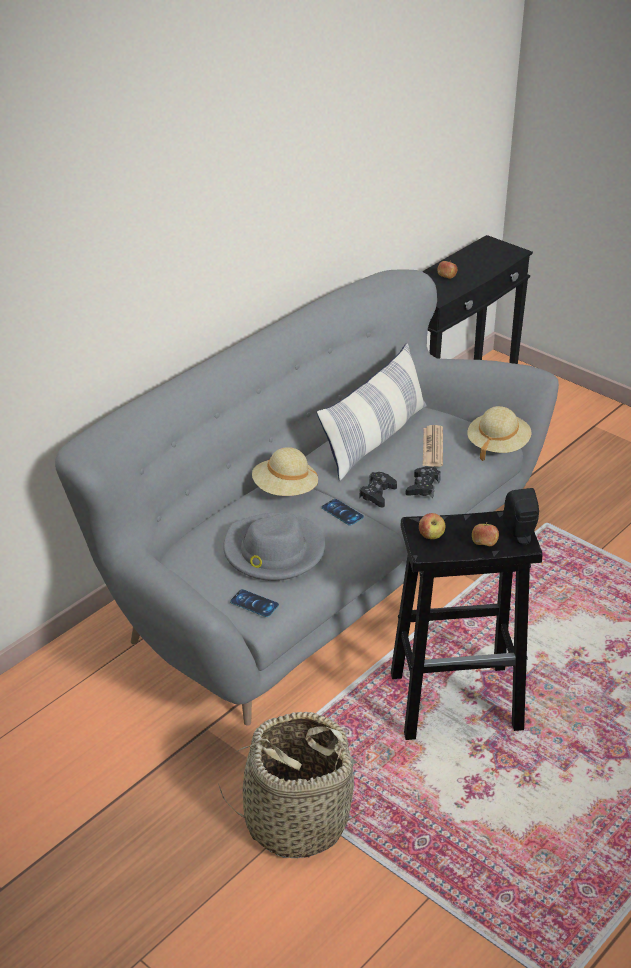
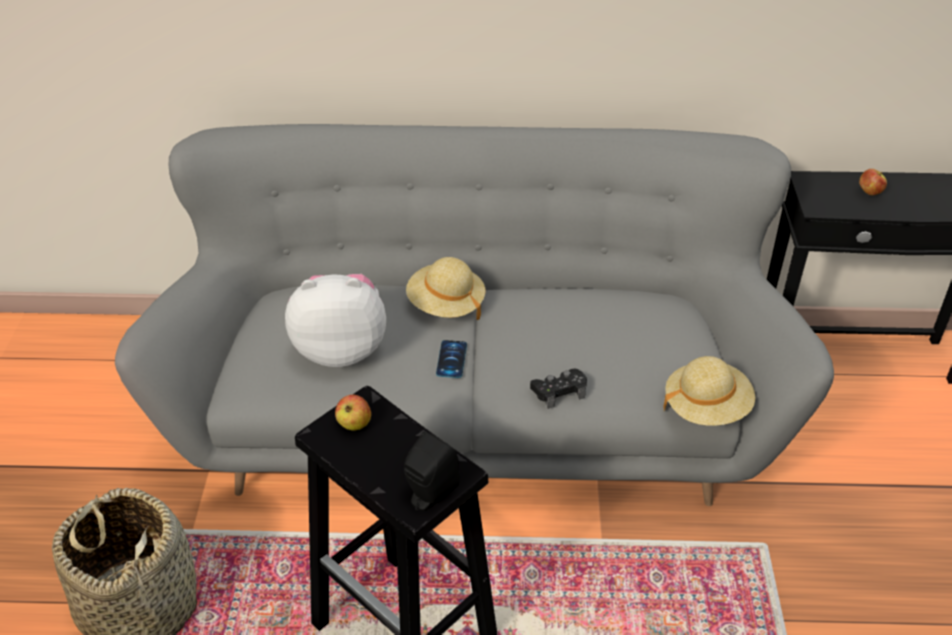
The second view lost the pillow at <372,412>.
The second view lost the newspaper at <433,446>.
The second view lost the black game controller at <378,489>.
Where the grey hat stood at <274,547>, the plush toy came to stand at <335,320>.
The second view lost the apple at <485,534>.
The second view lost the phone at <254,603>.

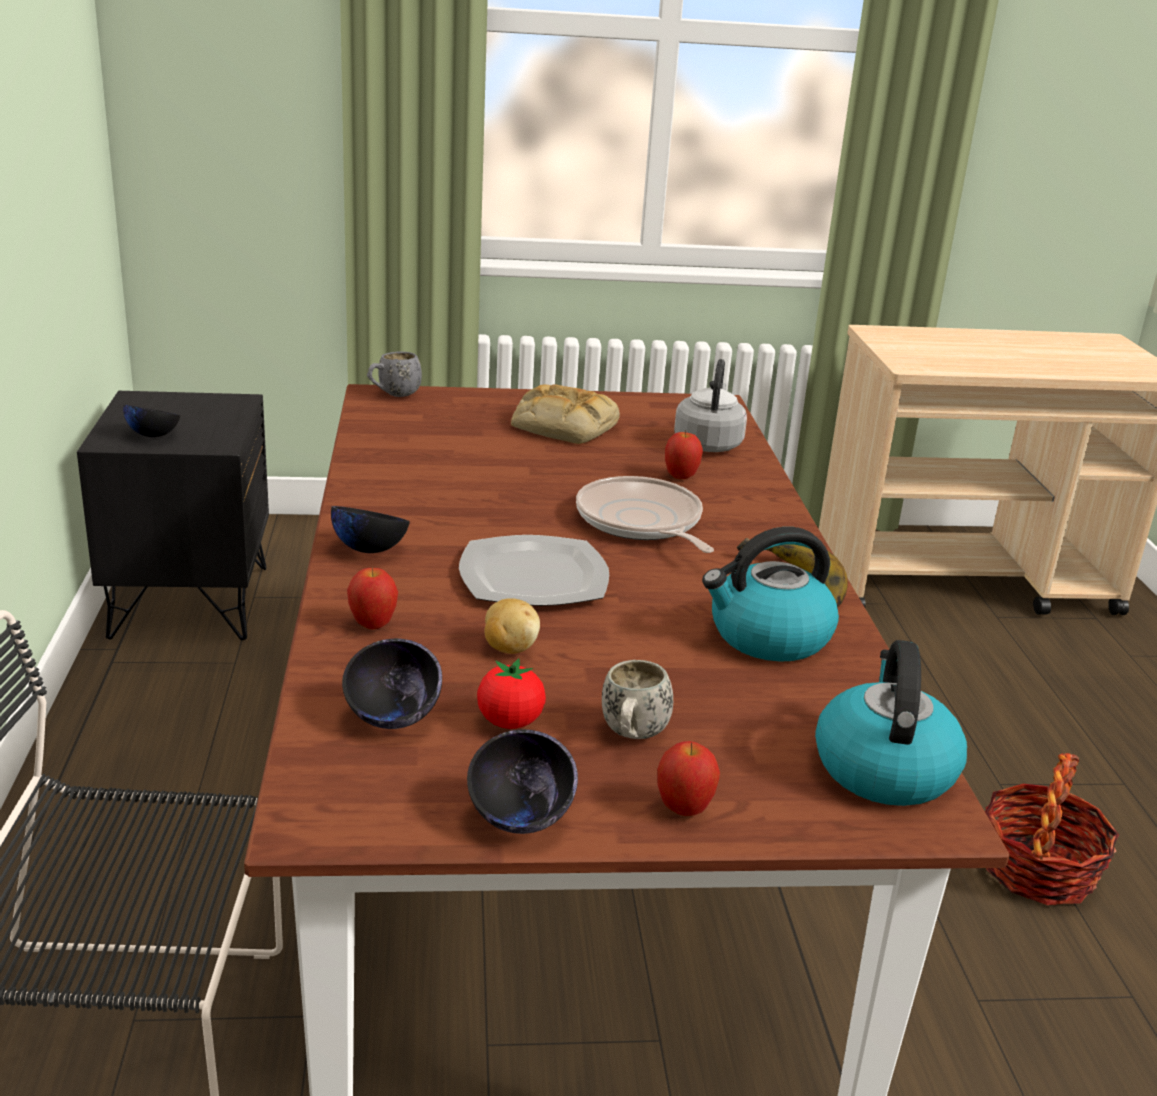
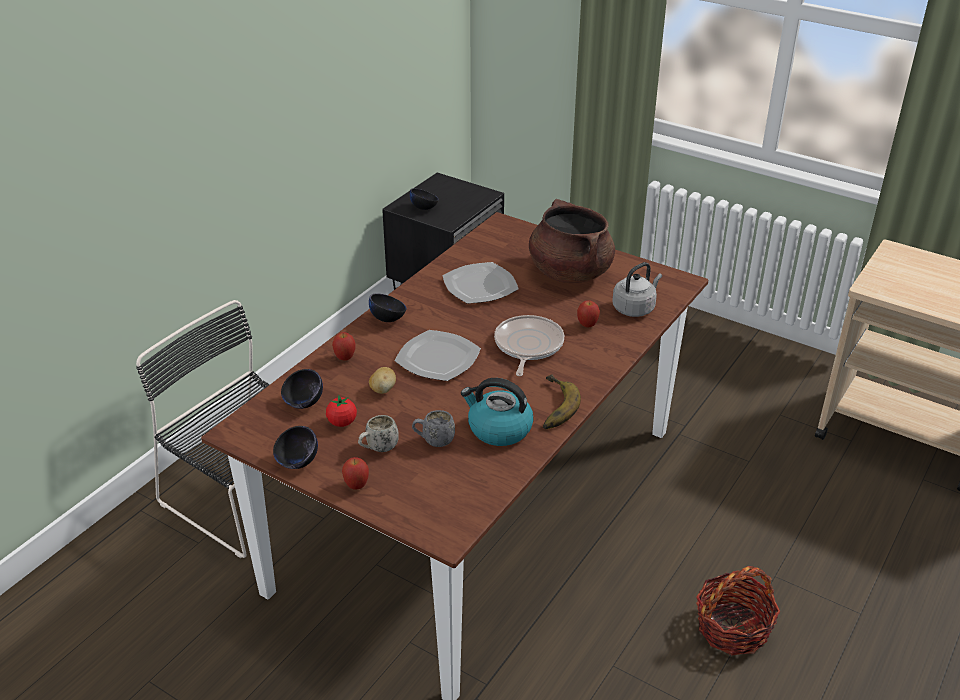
The grey mug ended up elsewhere, having gone from <394,374> to <433,428>.
Where the bread stood at <565,414>, the brown cooking pot came to stand at <572,241>.
The second view lost the kettle at <891,723>.
The second view gained the plate at <480,283>.

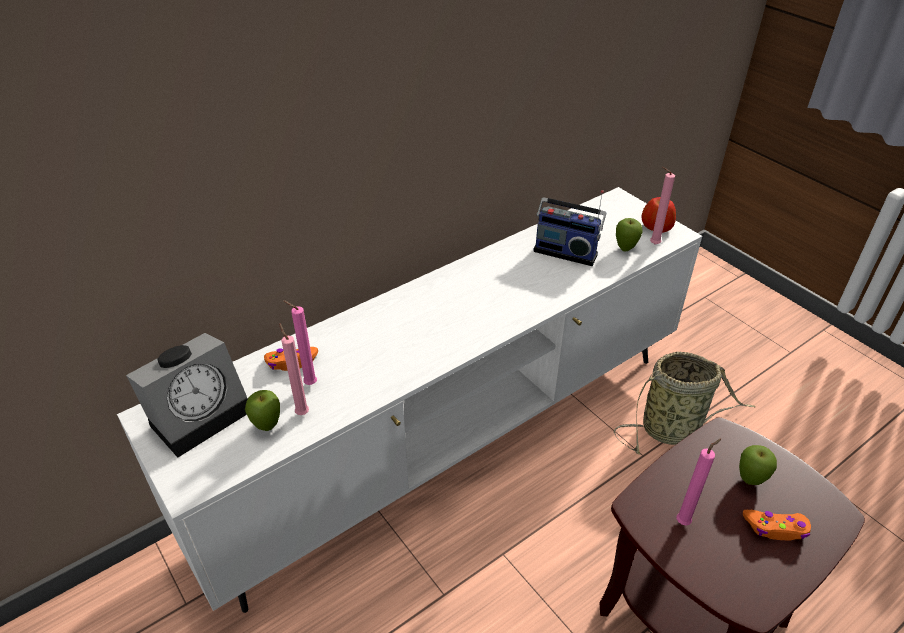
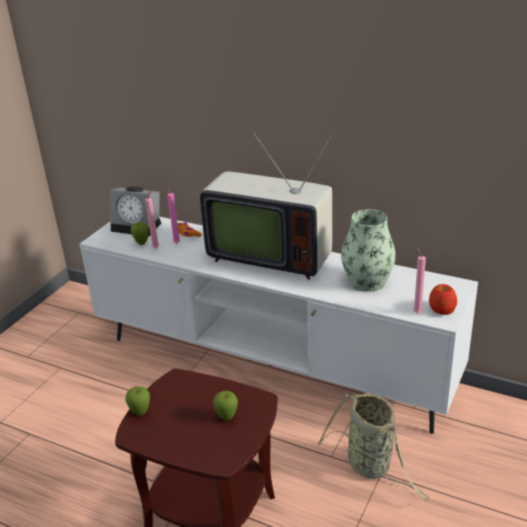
Where the radio stood at <569,228>, the vase came to stand at <368,250>.
The apple ended up elsewhere, having gone from <629,234> to <138,400>.
The second view lost the pink candle at <698,482>.
The second view lost the orange game controller at <777,525>.
The second view gained the television at <266,206>.

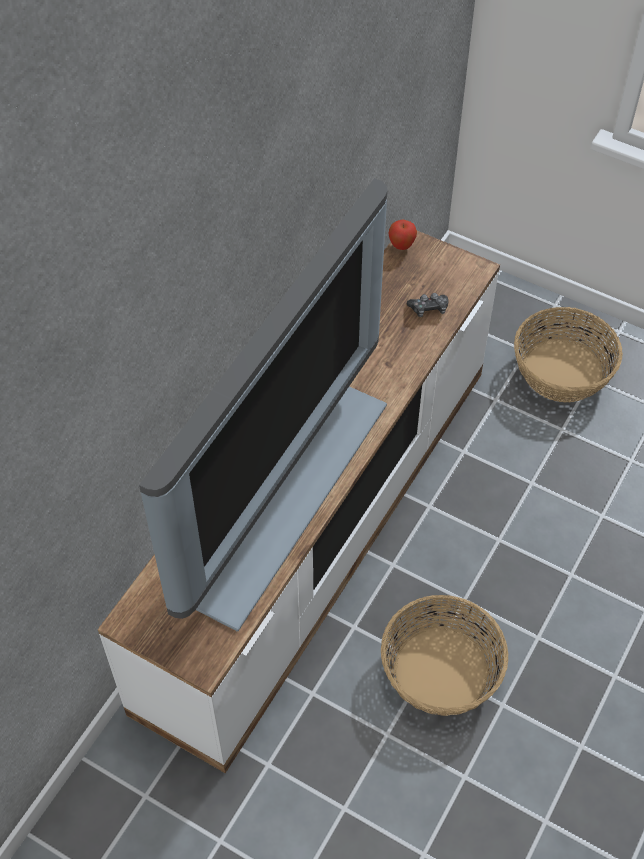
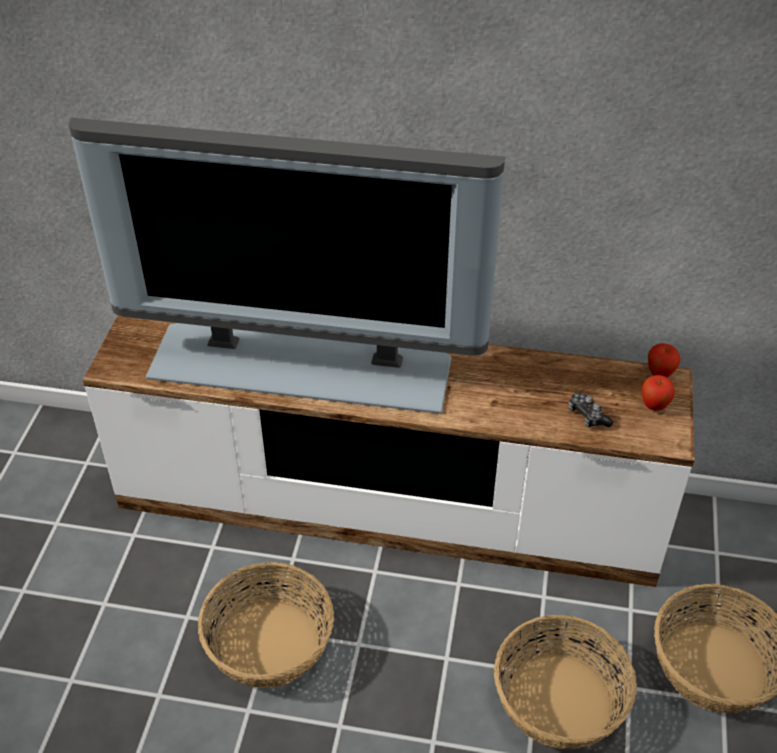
The second view gained the apple at <658,393>.
The second view gained the basket at <565,682>.

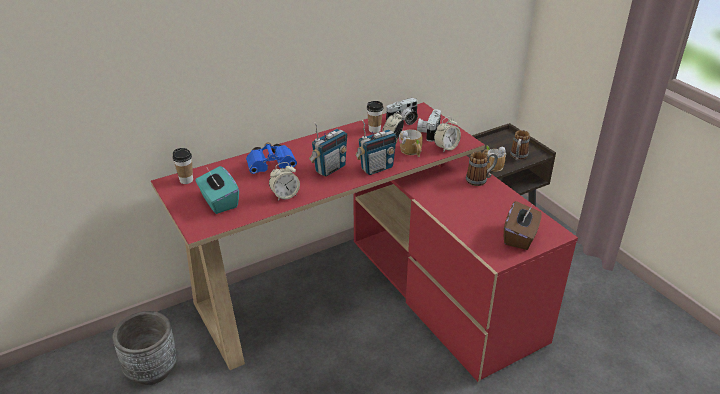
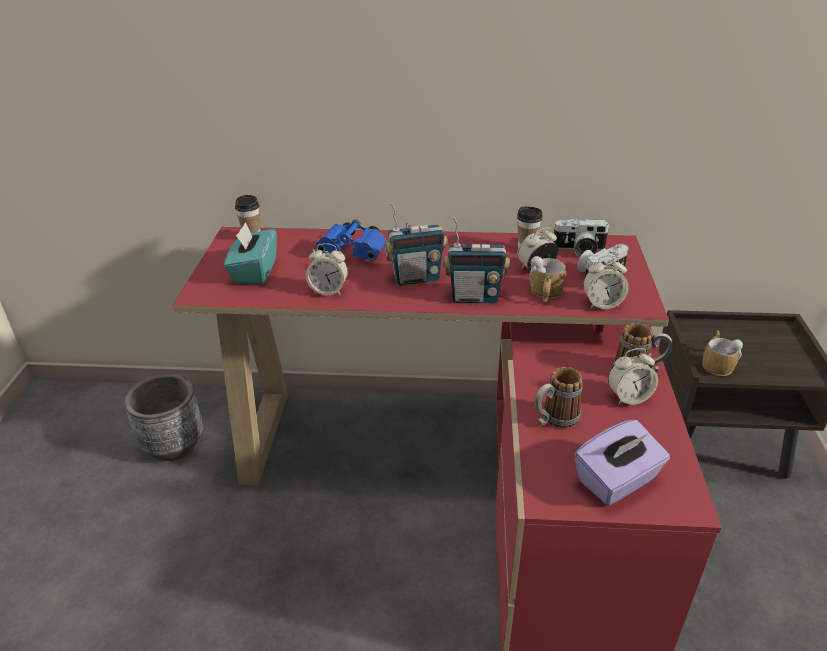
The mug ended up elsewhere, having gone from <520,145> to <559,397>.
What was the brown tissue box at <523,225> turned into the purple tissue box at <622,462>.
The second view gained the alarm clock at <633,376>.

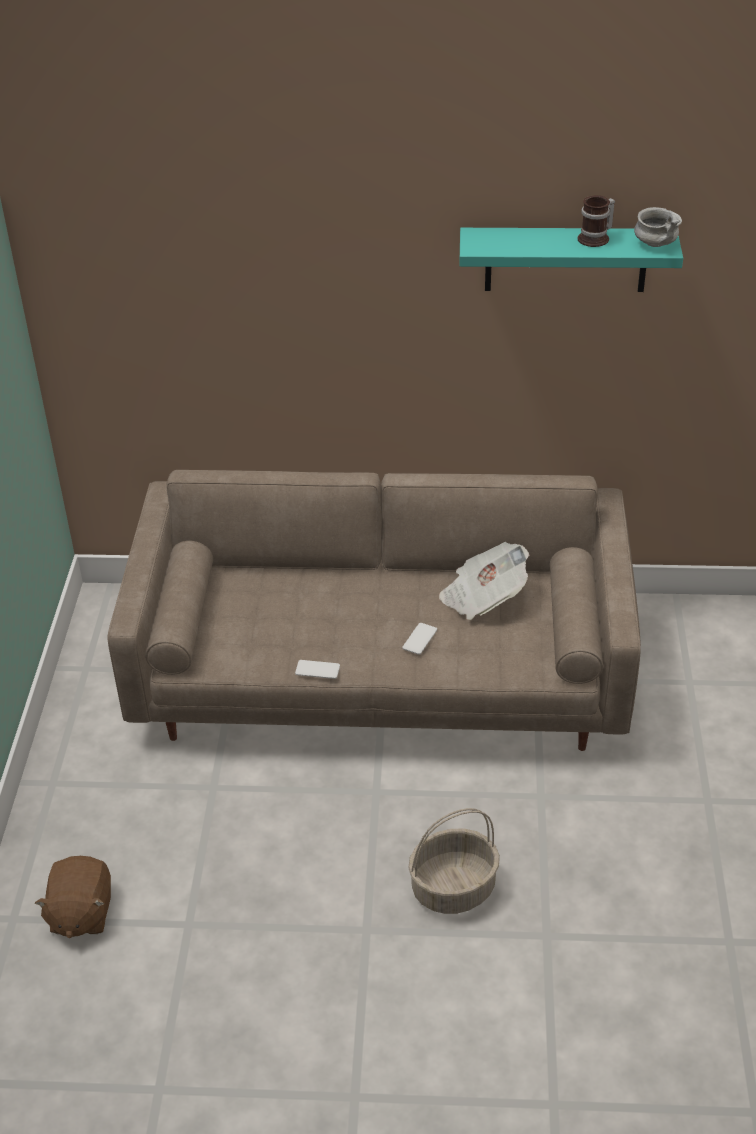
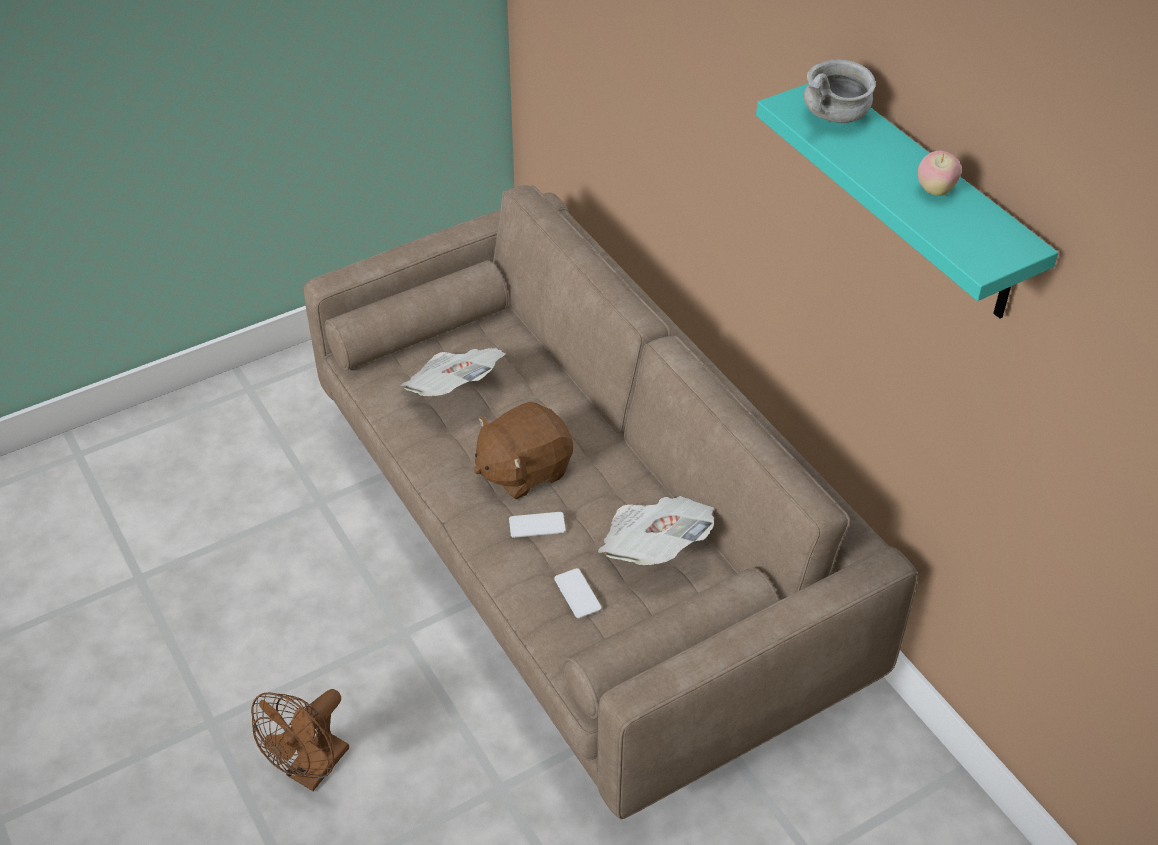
Where the mug stood at <596,221>, the apple came to stand at <940,173>.
The grey bowl ended up elsewhere, having gone from <658,227> to <839,91>.
The phone ended up elsewhere, having gone from <317,669> to <578,593>.
Where the basket stood at <454,861>, the brown fan came to stand at <300,740>.
The brown plush toy ended up elsewhere, having gone from <73,897> to <523,451>.
The second view gained the newspaper at <453,371>.

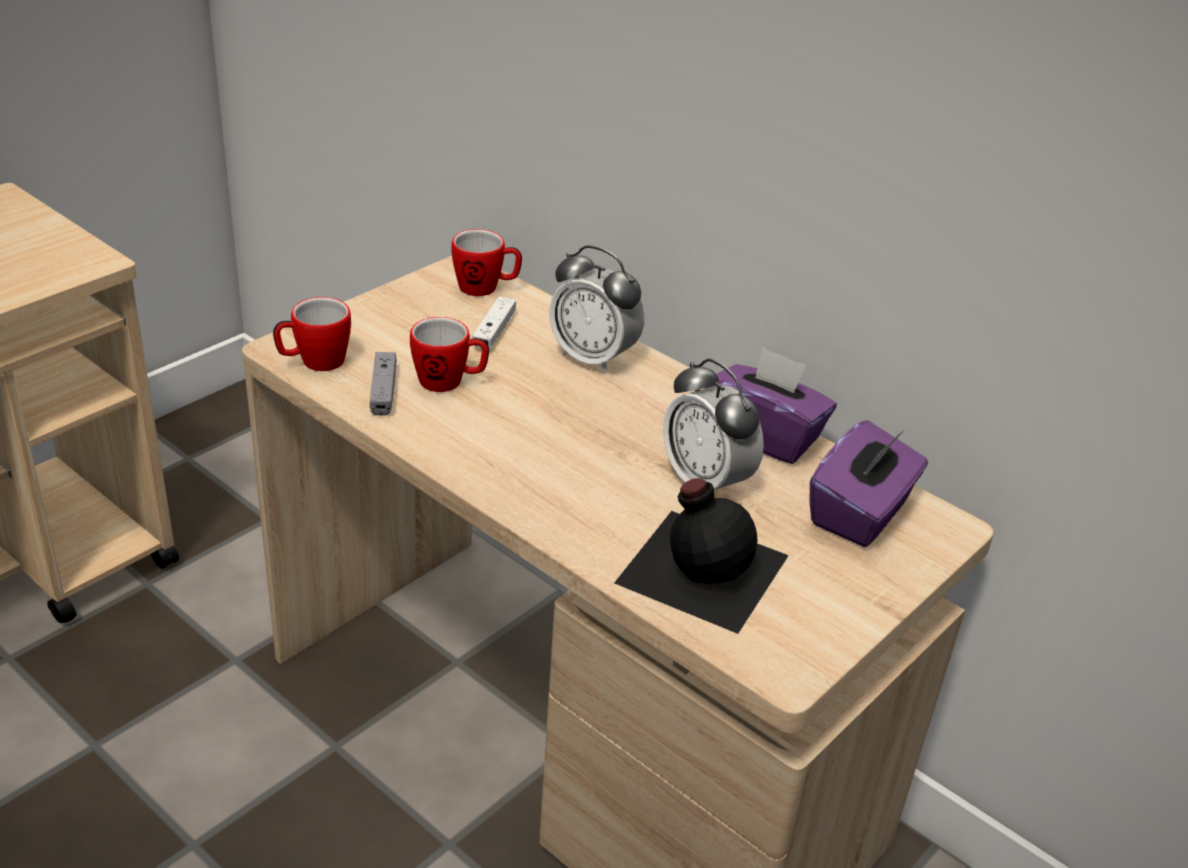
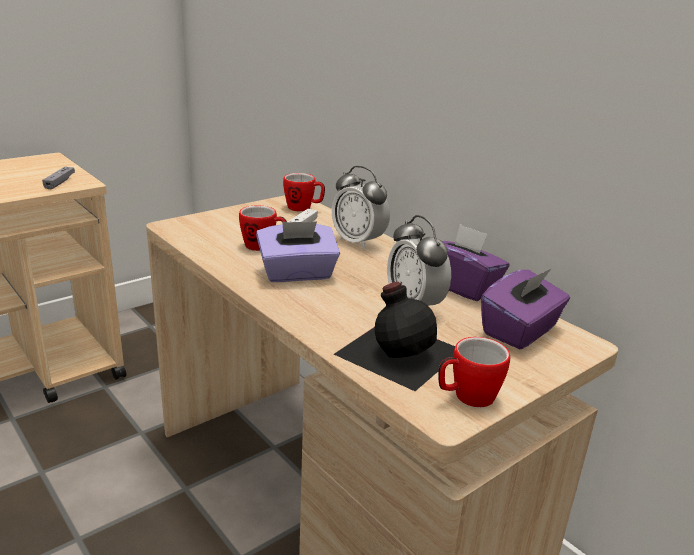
The mug ended up elsewhere, having gone from <312,334> to <474,372>.
The grey game controller ended up elsewhere, having gone from <383,383> to <58,178>.
The second view gained the purple tissue box at <298,251>.

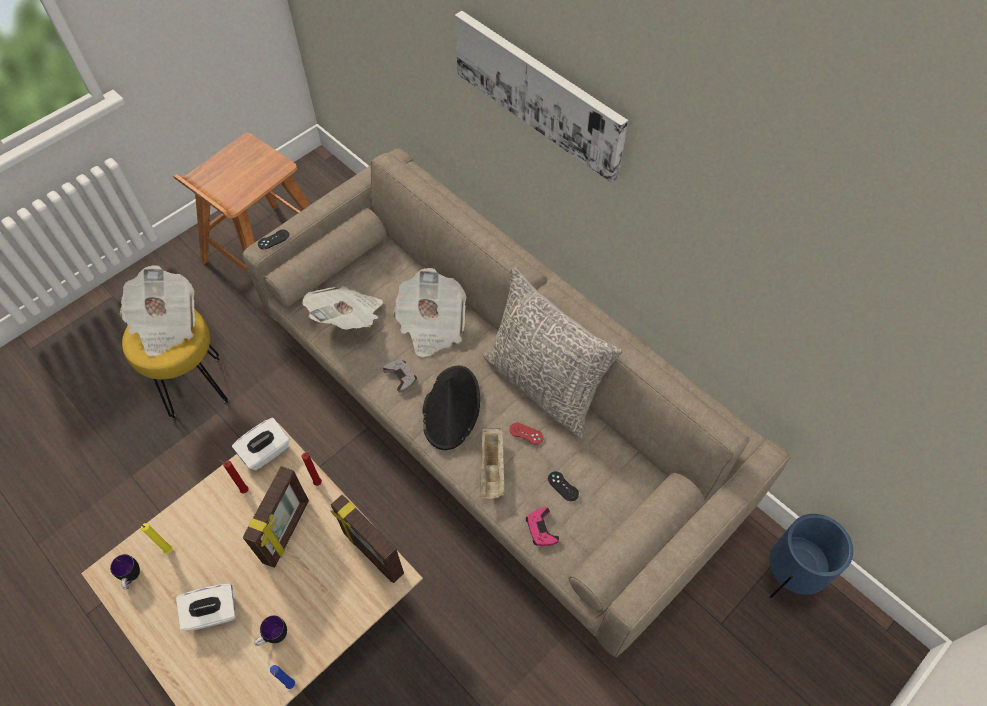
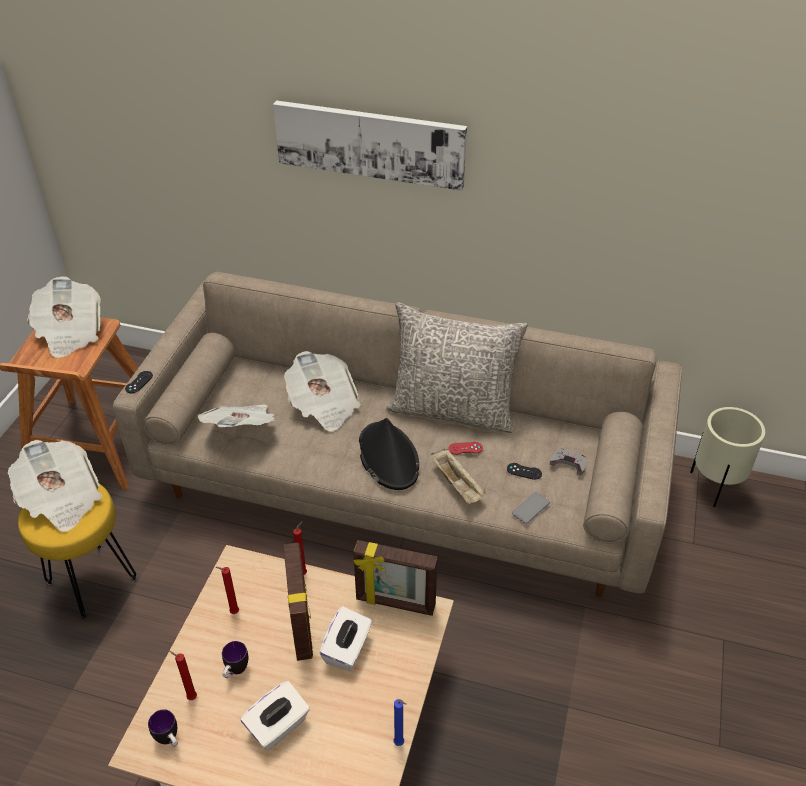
The grey game controller ended up elsewhere, having gone from <400,376> to <568,461>.
The white tissue box ended up elsewhere, having gone from <261,444> to <346,638>.
Where the pink game controller stood at <542,526>, the phone came to stand at <531,508>.
What was the blue planter at <811,556> turned into the beige planter at <727,457>.
What was the yellow candle at <154,536> turned into the red candle at <183,675>.
The mug ended up elsewhere, having gone from <270,630> to <235,659>.
The second view gained the newspaper at <64,317>.

